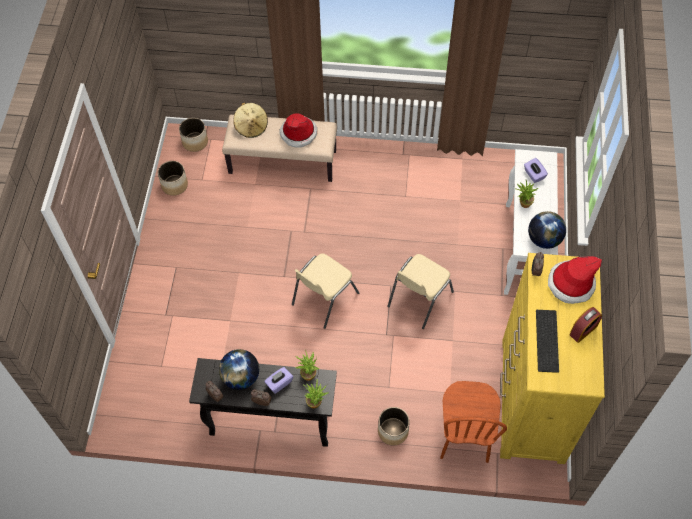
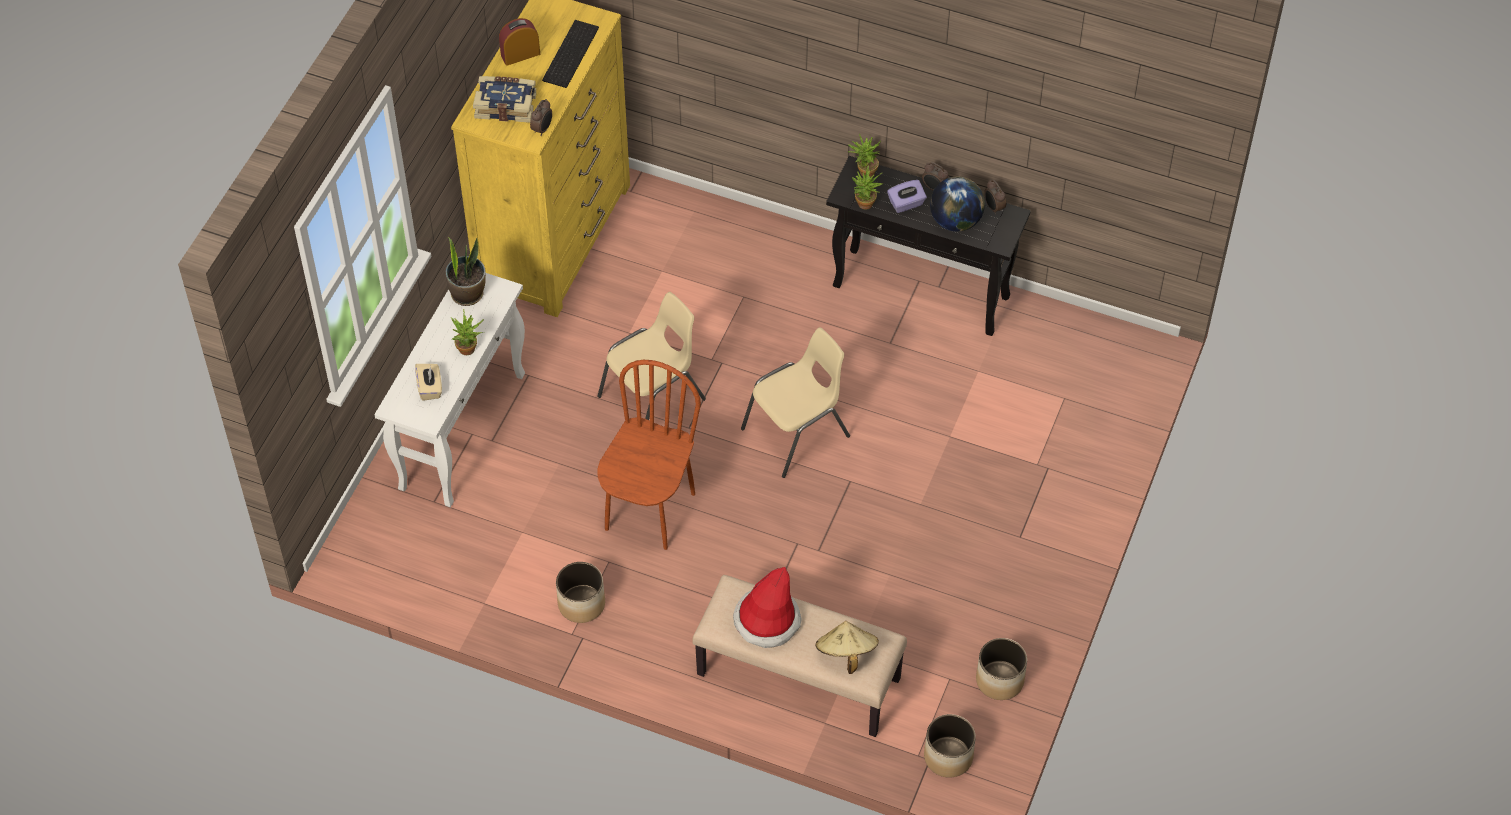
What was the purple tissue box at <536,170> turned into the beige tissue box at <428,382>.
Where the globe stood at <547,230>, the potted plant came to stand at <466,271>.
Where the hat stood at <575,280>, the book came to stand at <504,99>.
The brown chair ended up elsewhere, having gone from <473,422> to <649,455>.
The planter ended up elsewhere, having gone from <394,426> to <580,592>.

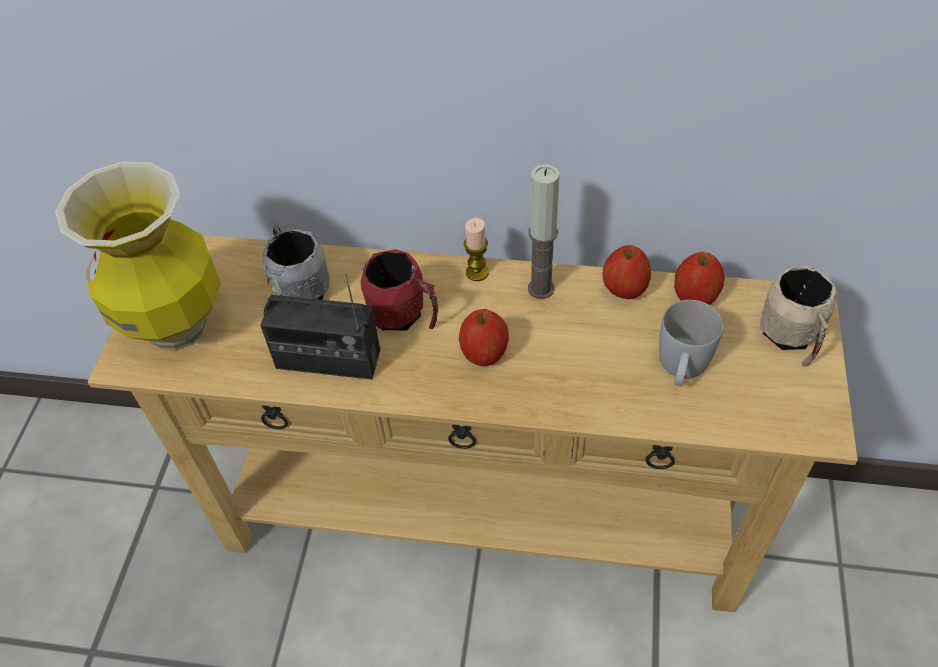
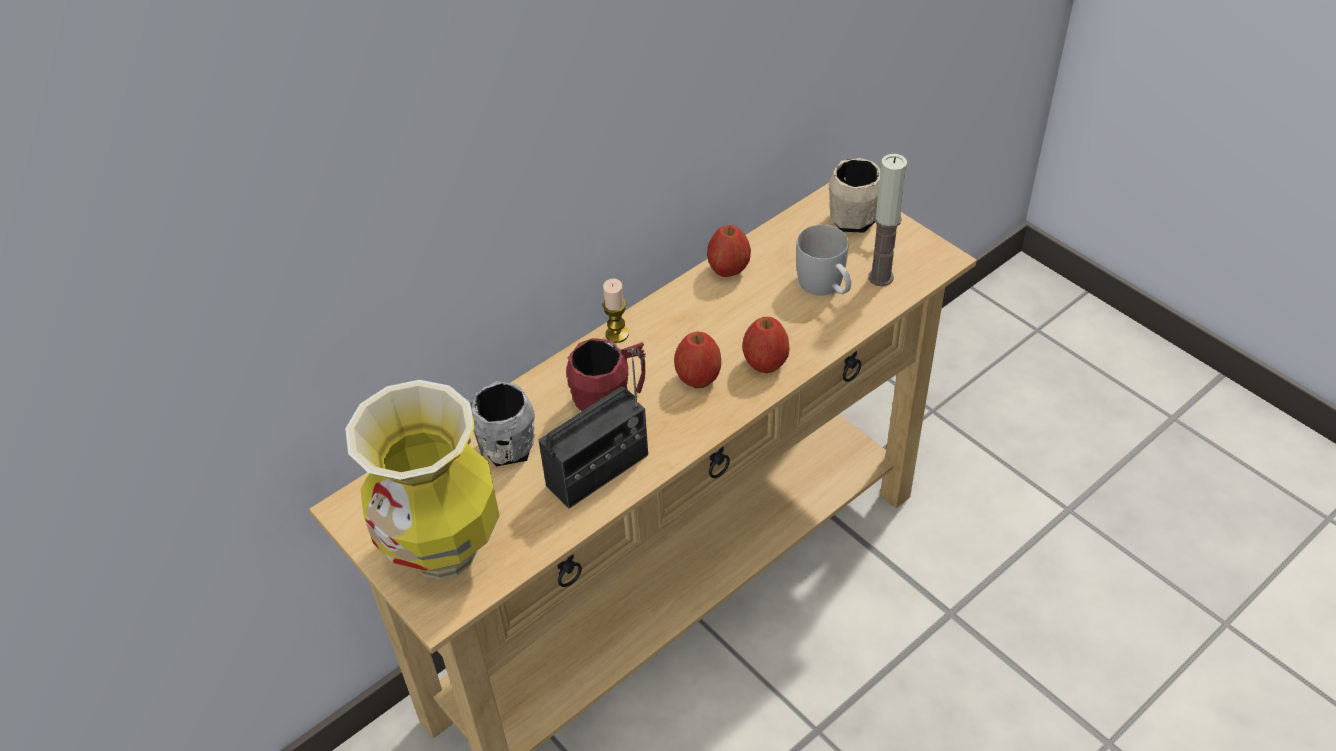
The candle ended up elsewhere, having gone from <544,231> to <887,220>.
The apple ended up elsewhere, having gone from <699,278> to <766,345>.

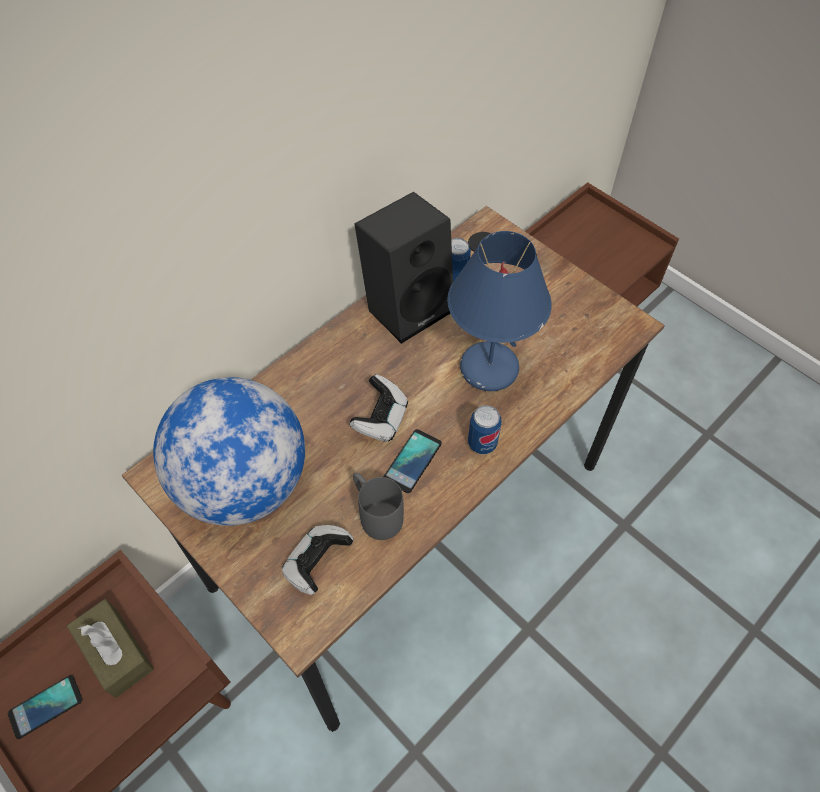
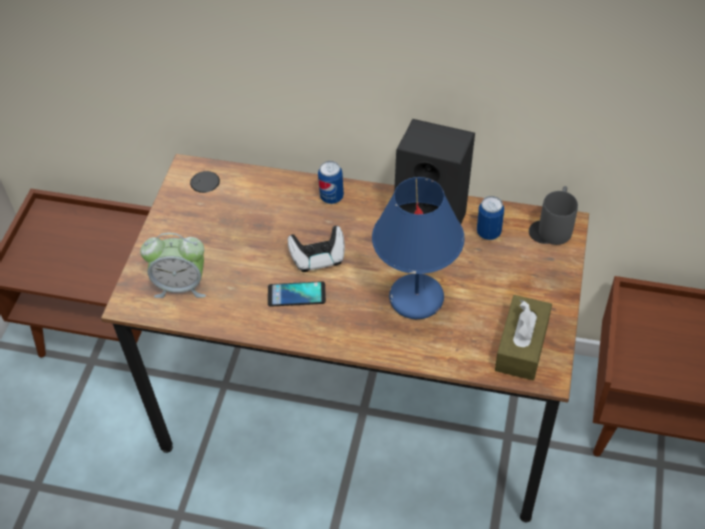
The second view lost the globe at <229,451>.
The can ended up elsewhere, having gone from <485,429> to <331,182>.
The grey mug ended up elsewhere, having gone from <378,506> to <558,215>.
Where the game controller stood at <318,560>, the alarm clock came to stand at <173,265>.
The brown tissue box ended up elsewhere, having gone from <110,648> to <523,337>.
The second view lost the phone at <45,707>.

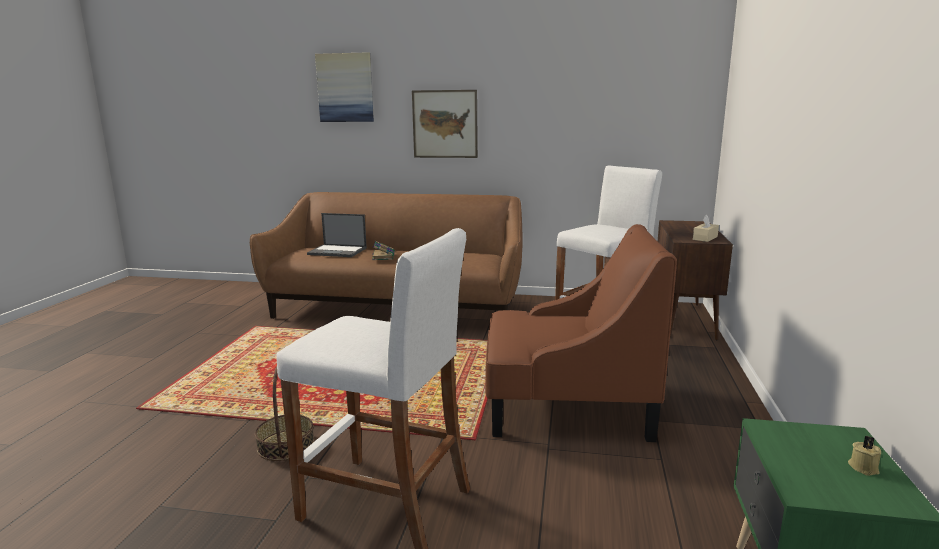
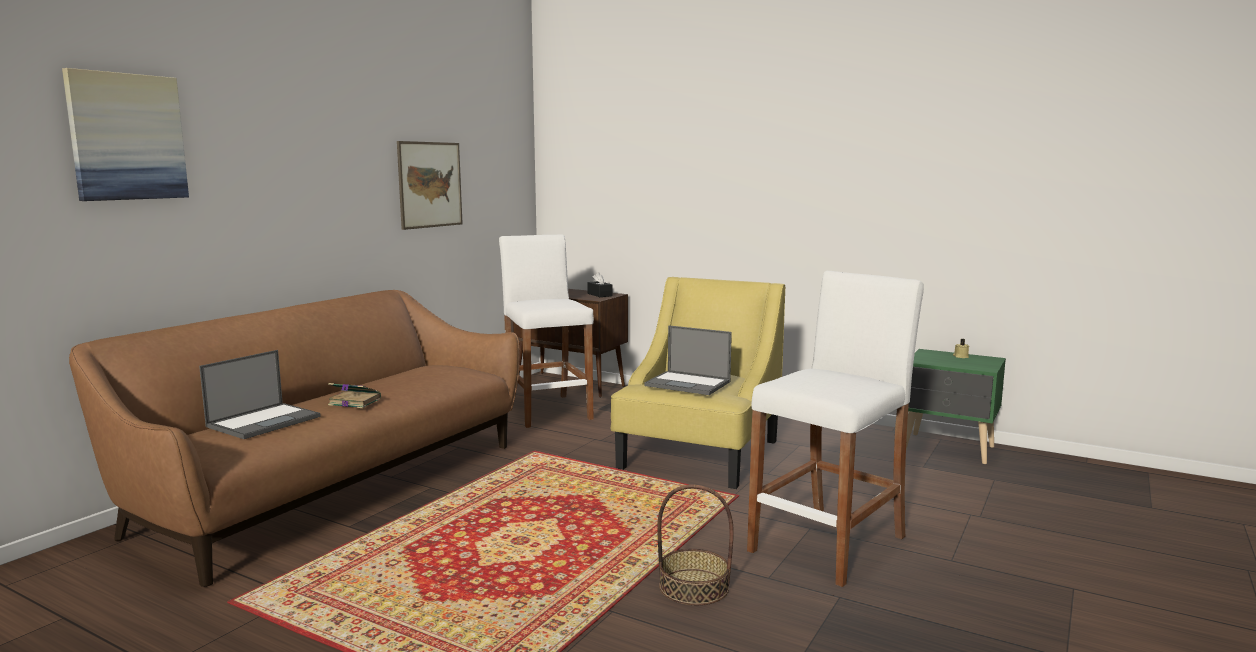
The picture ended up elsewhere, having gone from <445,124> to <430,185>.
What was the beige tissue box at <706,228> turned into the black tissue box at <599,284>.
What was the brown armchair at <581,333> turned into the yellow armchair at <698,383>.
The second view gained the laptop at <688,360>.

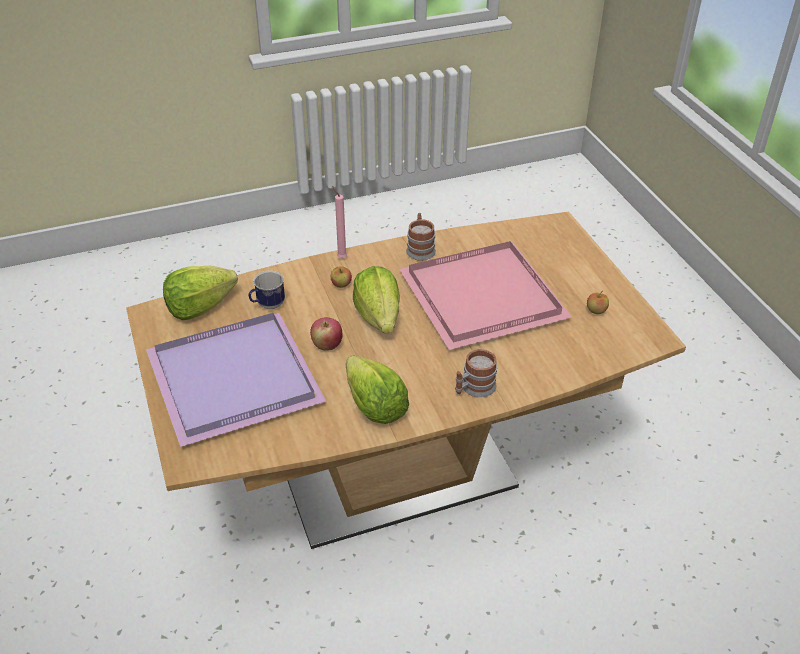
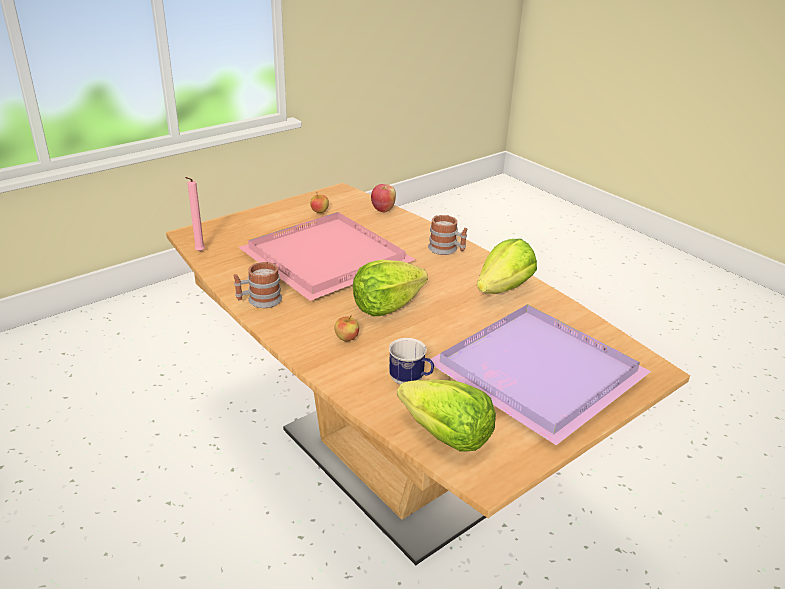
The pink candle ended up elsewhere, having gone from <339,222> to <195,214>.
The apple ended up elsewhere, having gone from <326,334> to <383,198>.

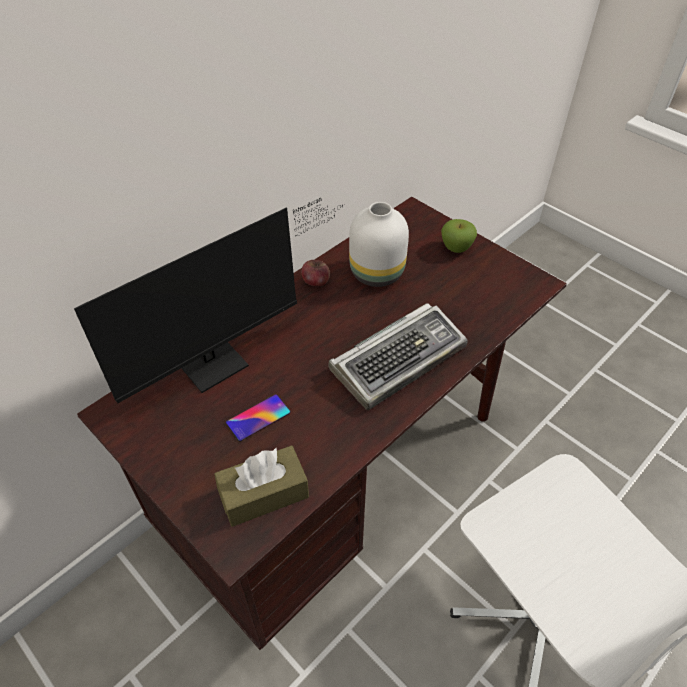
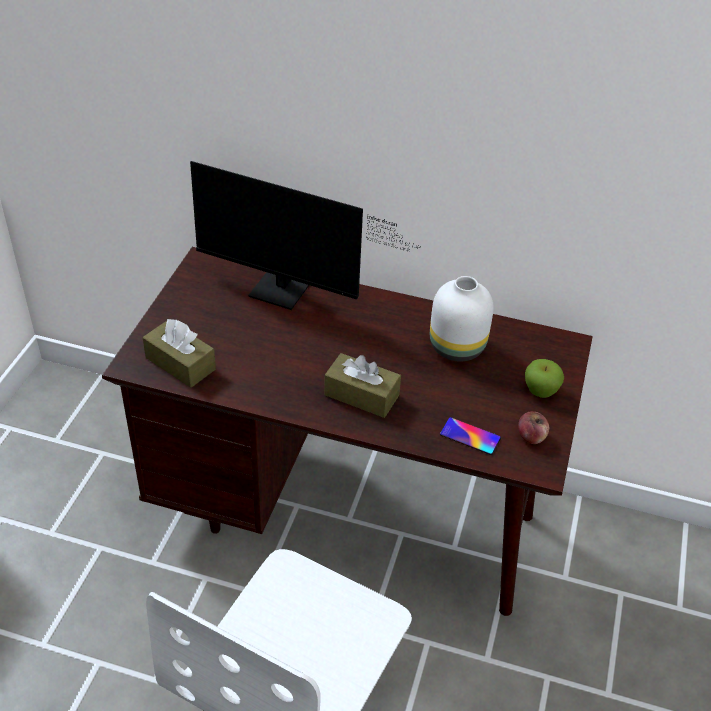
The apple ended up elsewhere, having gone from <316,273> to <533,427>.
Where the keyboard stood at <398,356>, the brown tissue box came to stand at <362,385>.
The phone ended up elsewhere, having gone from <258,418> to <470,436>.

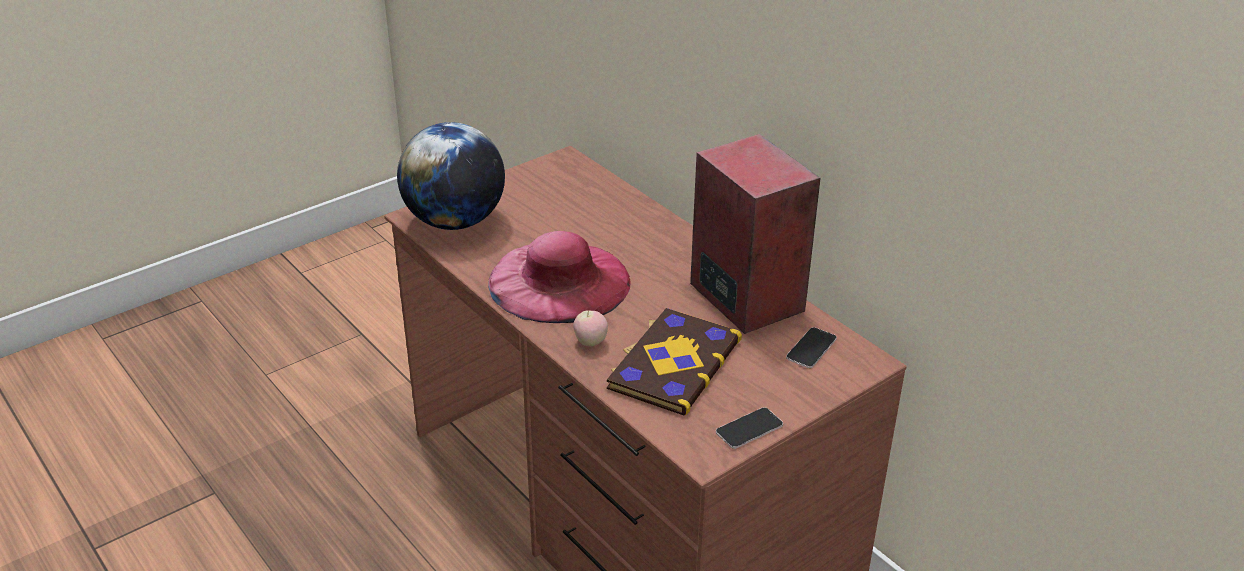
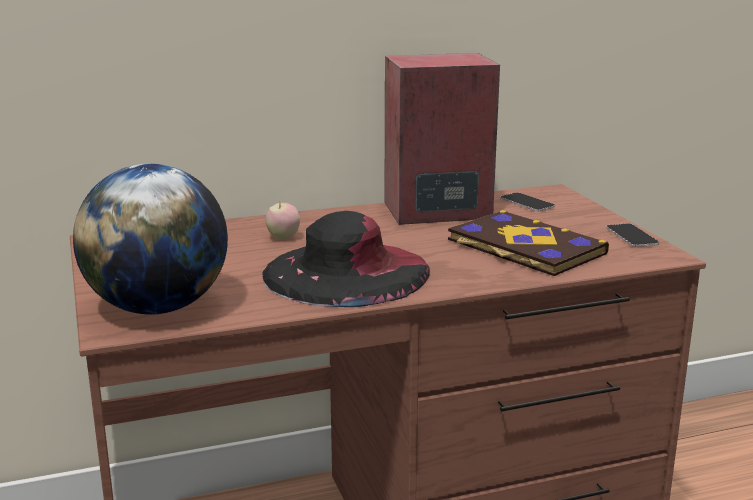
What was the pink hat at <559,277> turned into the black hat at <346,259>.
The apple ended up elsewhere, having gone from <590,328> to <282,221>.

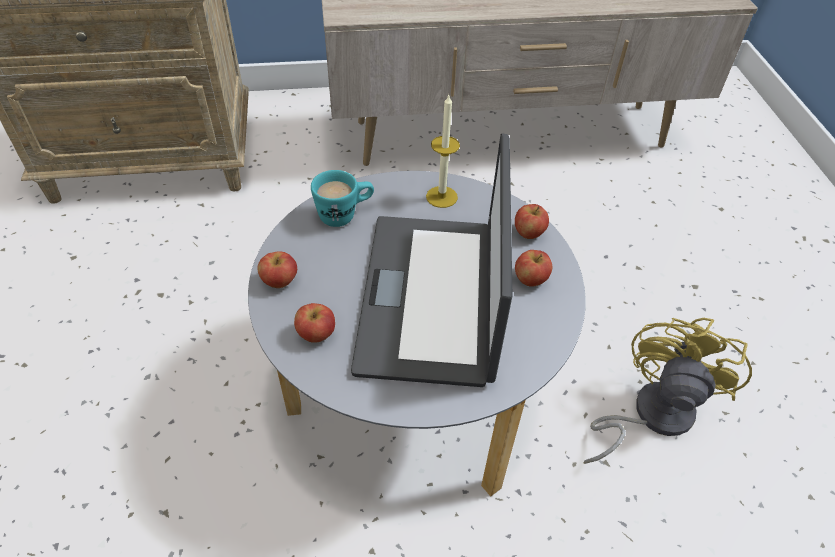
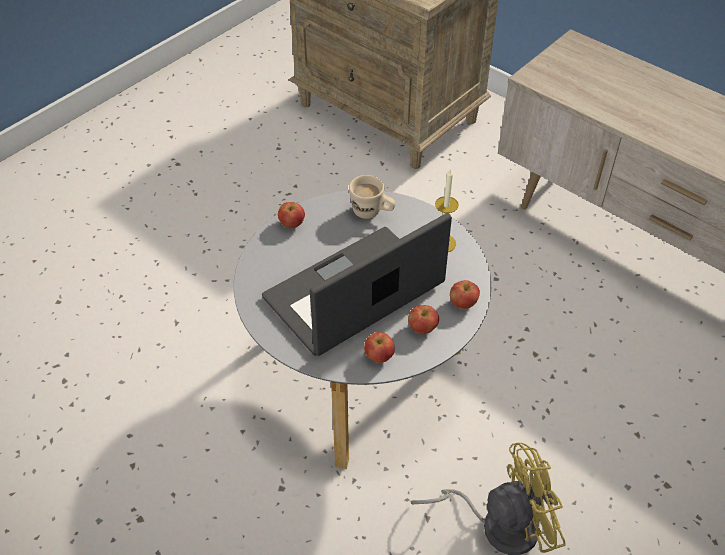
What was the turquoise mug at <342,198> turned into the beige mug at <372,197>.
The apple ended up elsewhere, having gone from <314,323> to <379,347>.

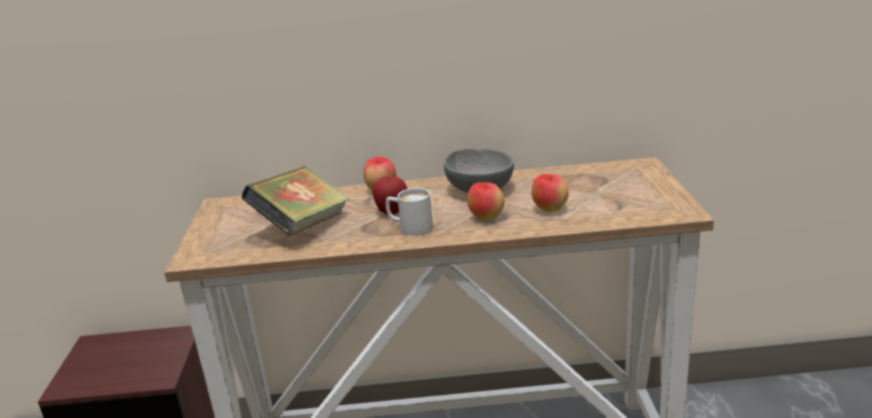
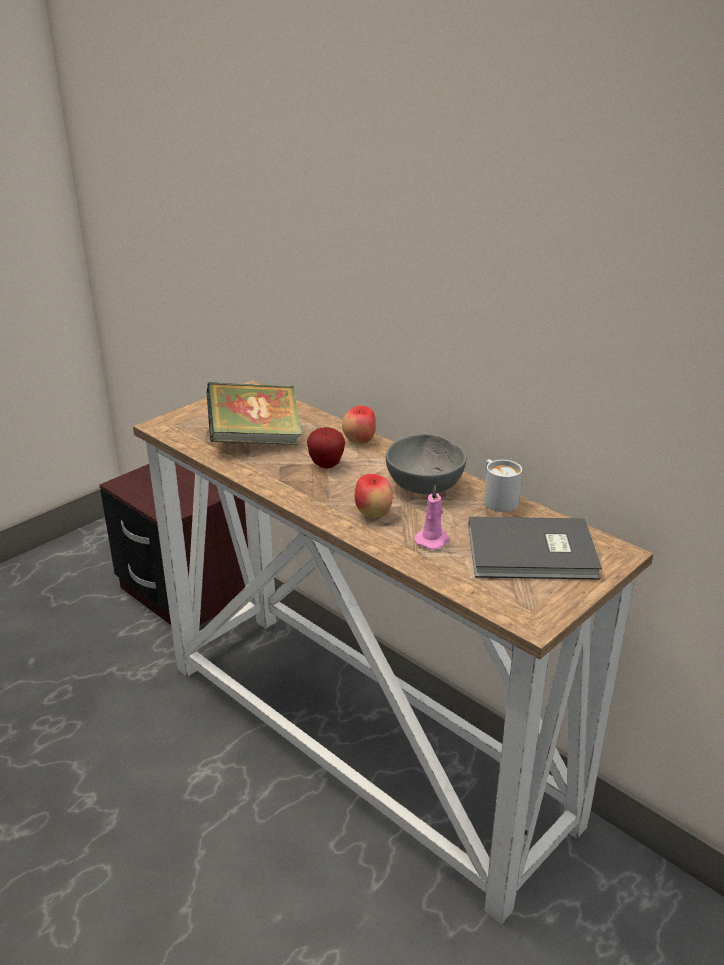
Where the apple stood at <550,193>, the pink candle came to stand at <432,518>.
The white mug ended up elsewhere, having gone from <409,212> to <503,485>.
The second view gained the grey book at <535,548>.

